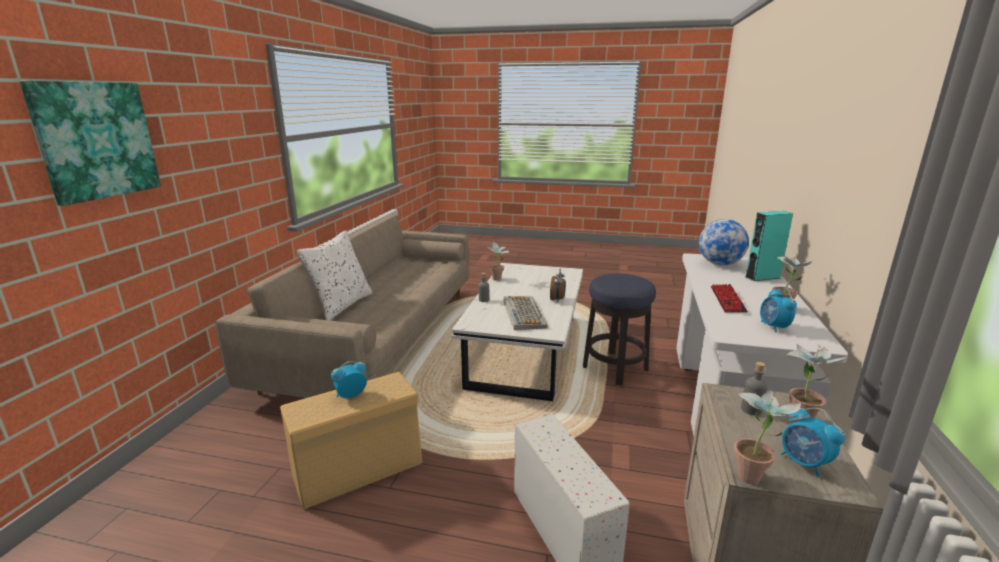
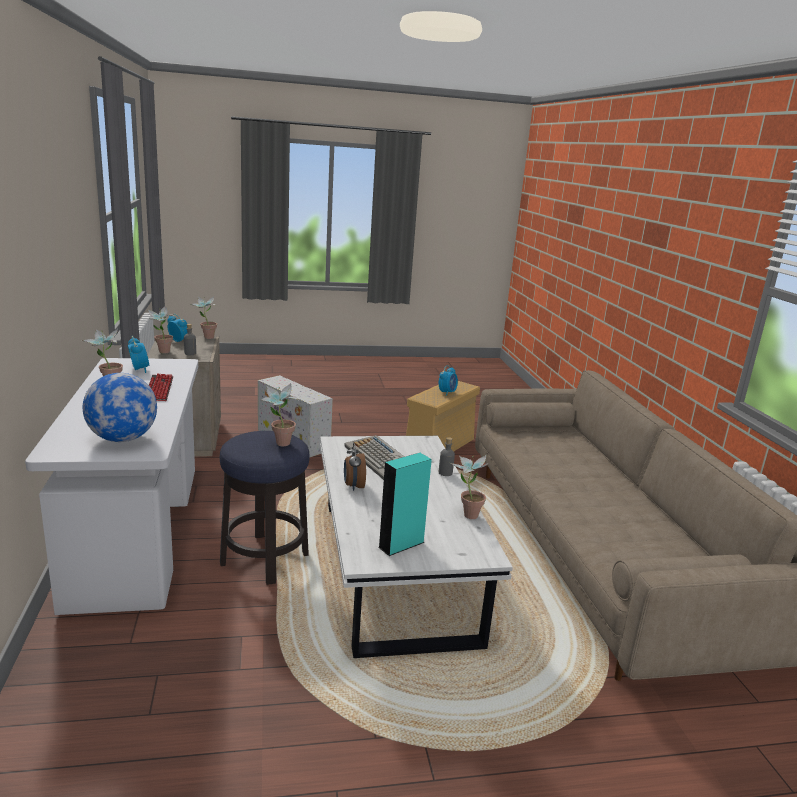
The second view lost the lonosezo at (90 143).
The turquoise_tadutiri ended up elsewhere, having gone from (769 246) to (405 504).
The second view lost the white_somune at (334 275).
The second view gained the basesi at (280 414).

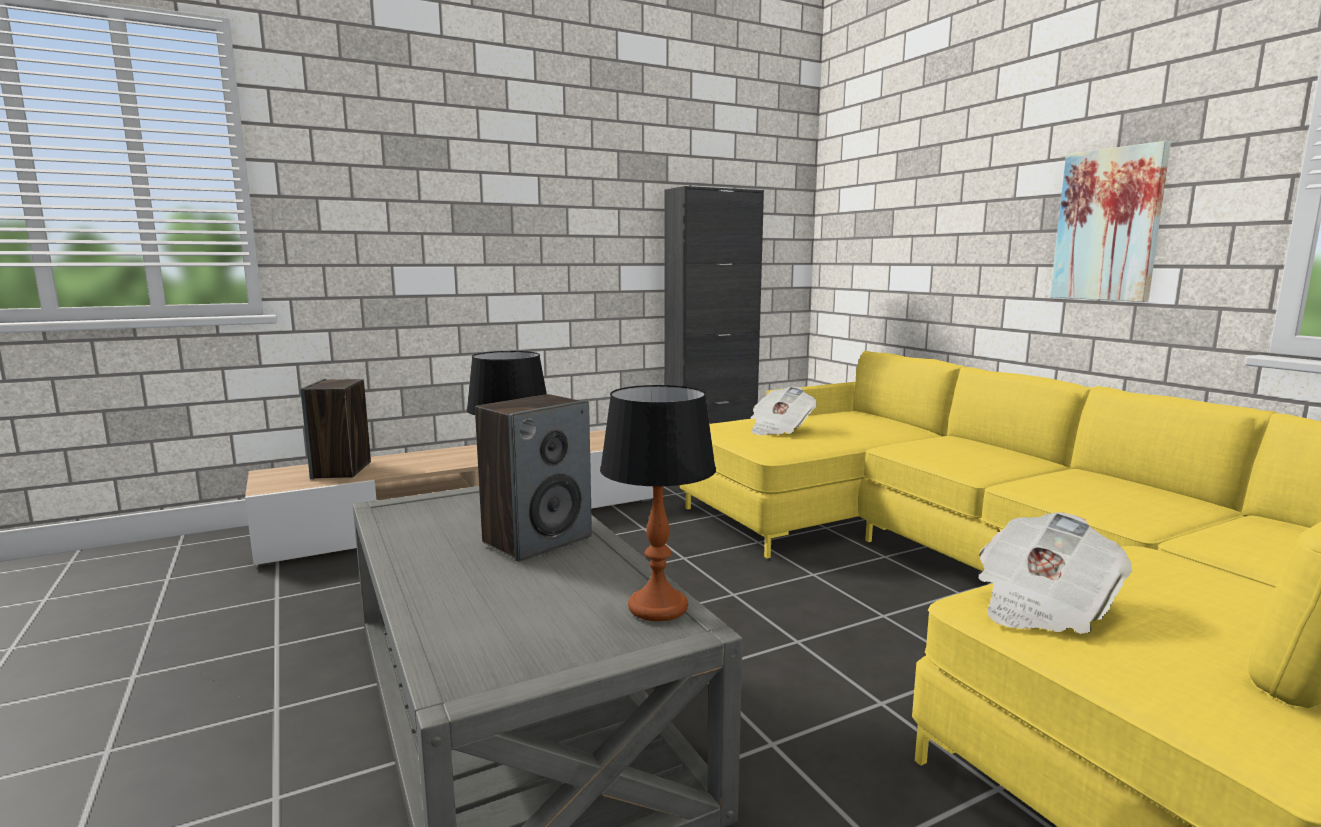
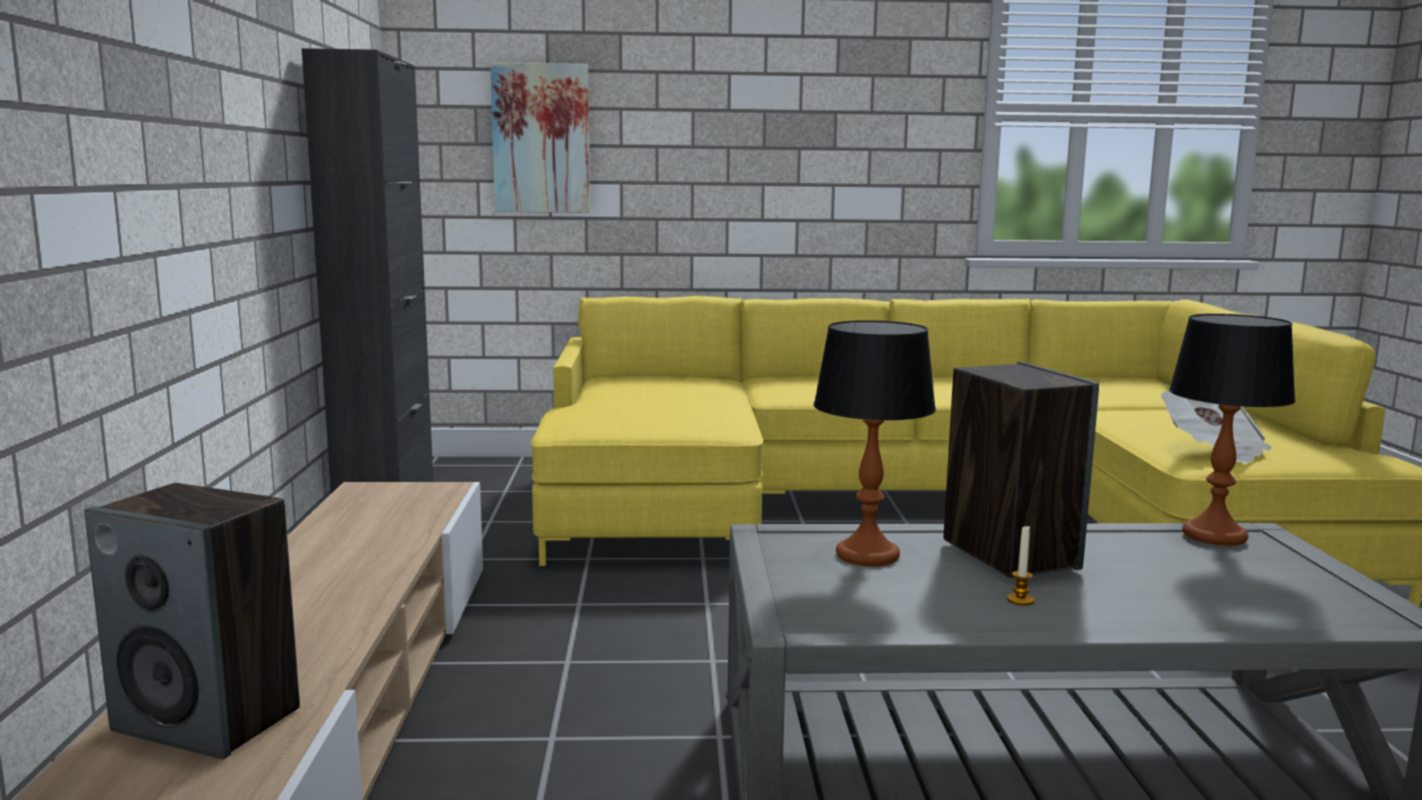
The lonosezo ended up elsewhere, having gone from (1110 221) to (540 137).
The second view lost the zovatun at (784 411).
The second view gained the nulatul at (1021 566).

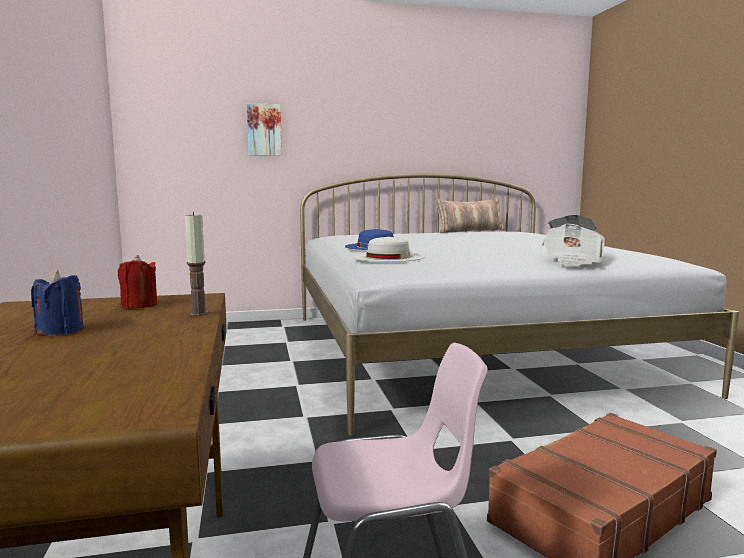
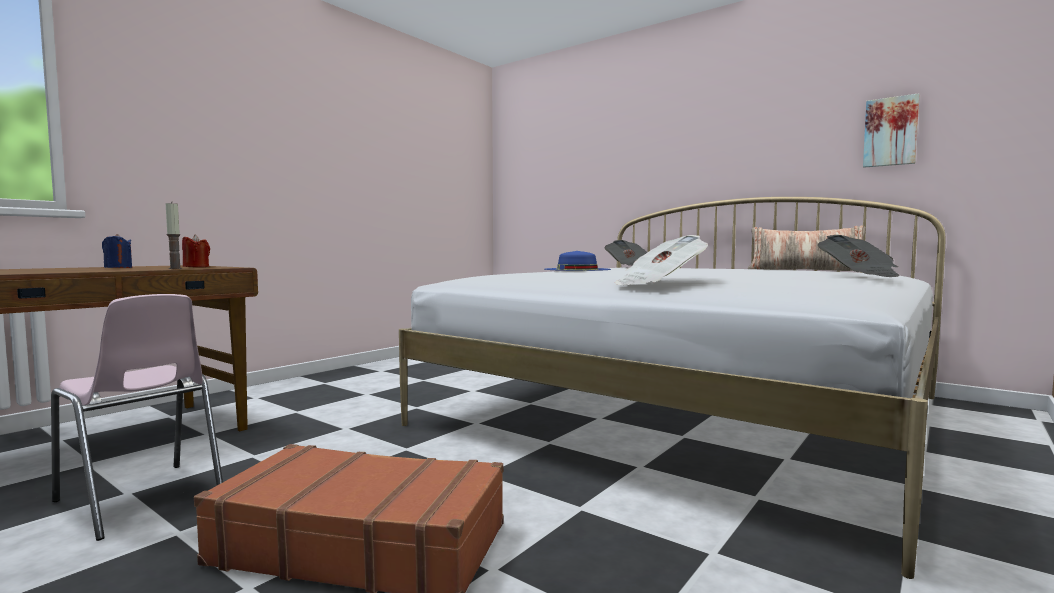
The lonosezo ended up elsewhere, having gone from (264 129) to (891 130).
The second view lost the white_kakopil at (388 249).
The second view gained the zovatun at (626 253).

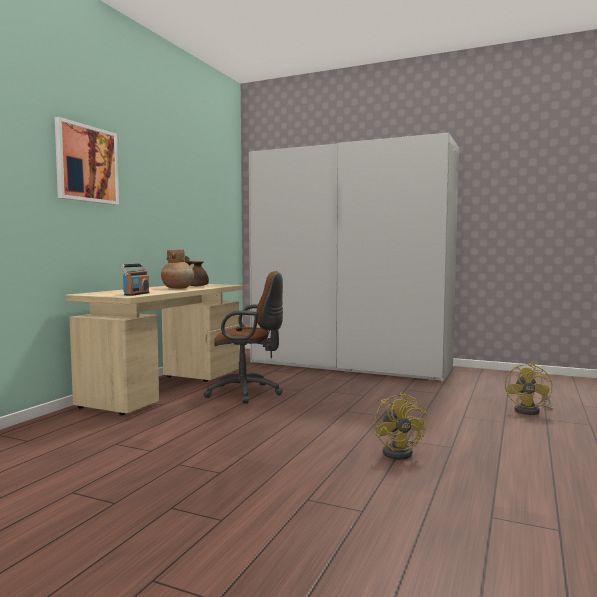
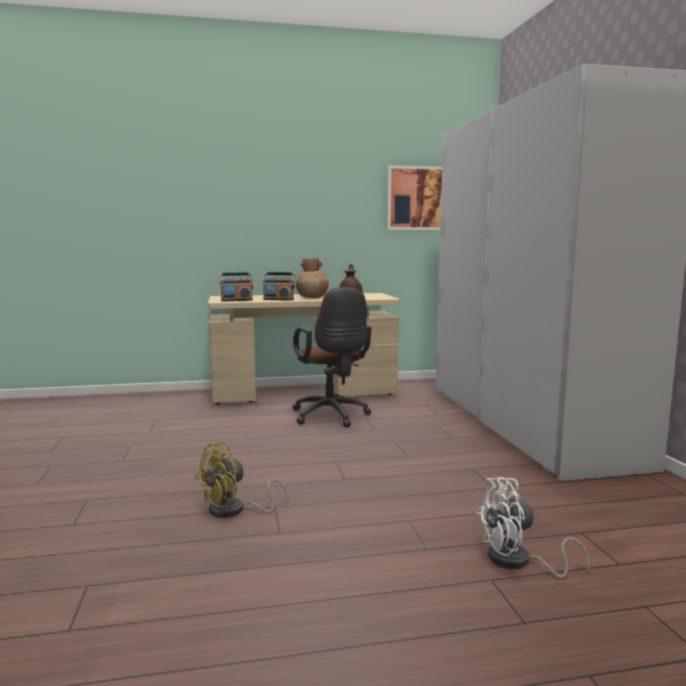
The lonosezo ended up elsewhere, having gone from (87 161) to (414 197).
What was the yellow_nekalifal at (529 389) turned into the white_nekalifal at (533 527).
The second view gained the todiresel at (278 286).

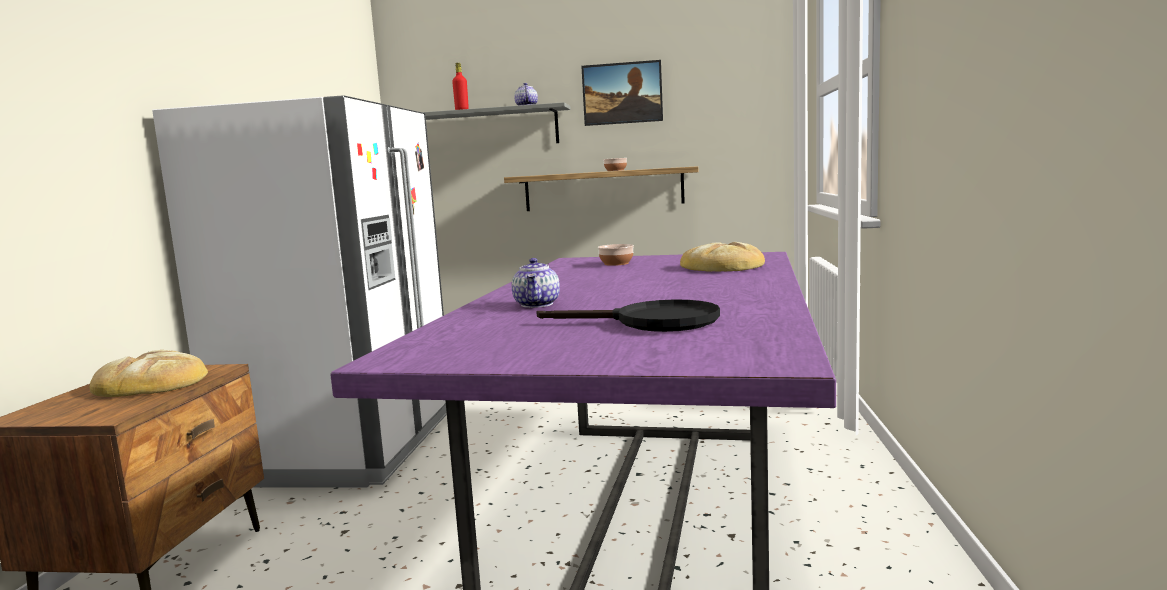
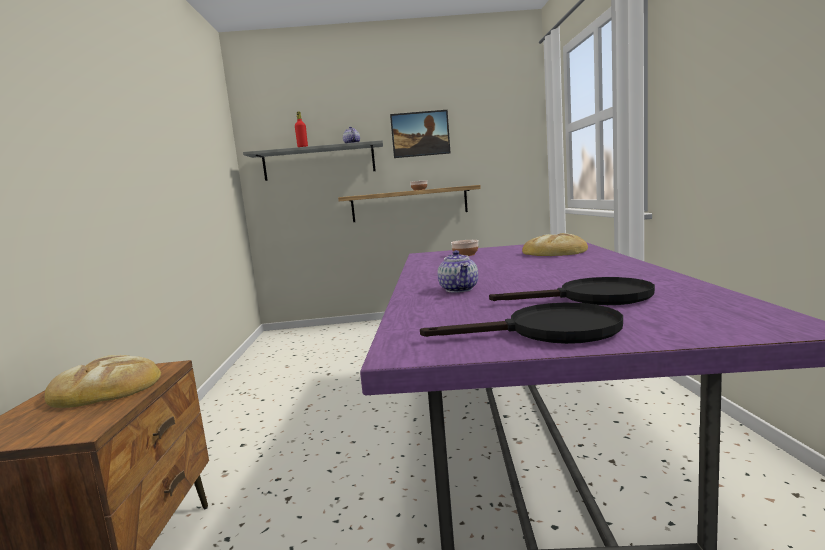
The second view lost the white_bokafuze at (299 291).
The second view gained the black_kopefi at (521 323).

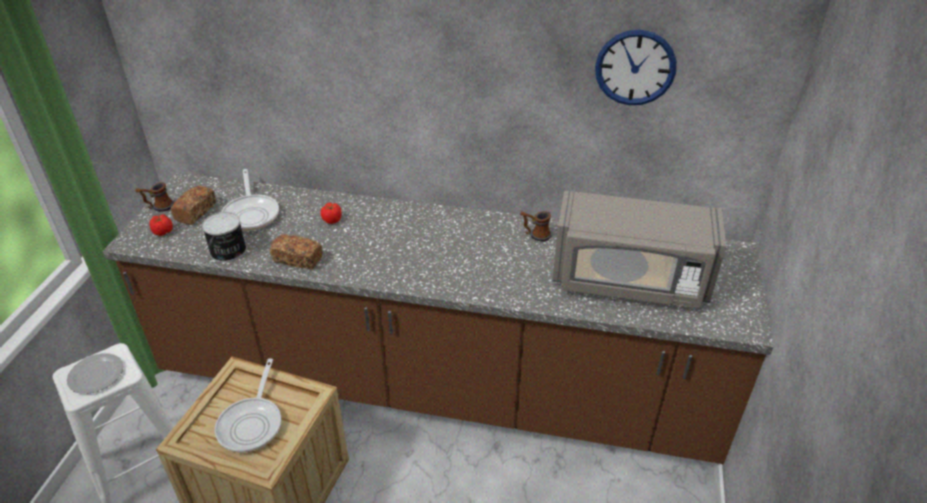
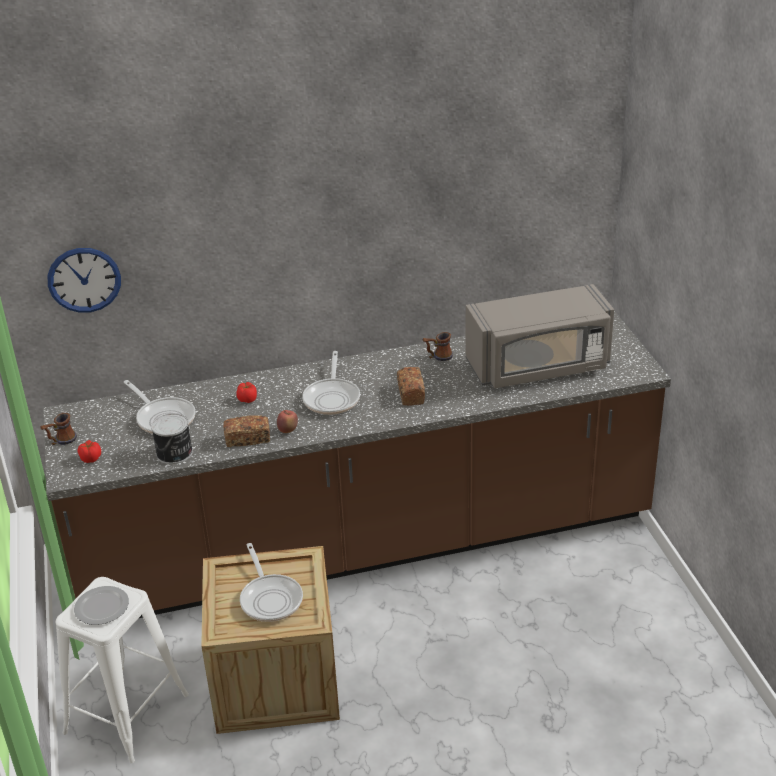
The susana ended up elsewhere, having gone from (635 67) to (84 280).
The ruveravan ended up elsewhere, having gone from (193 205) to (411 386).
The second view gained the kopefi at (331 383).
The second view gained the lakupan at (287 421).

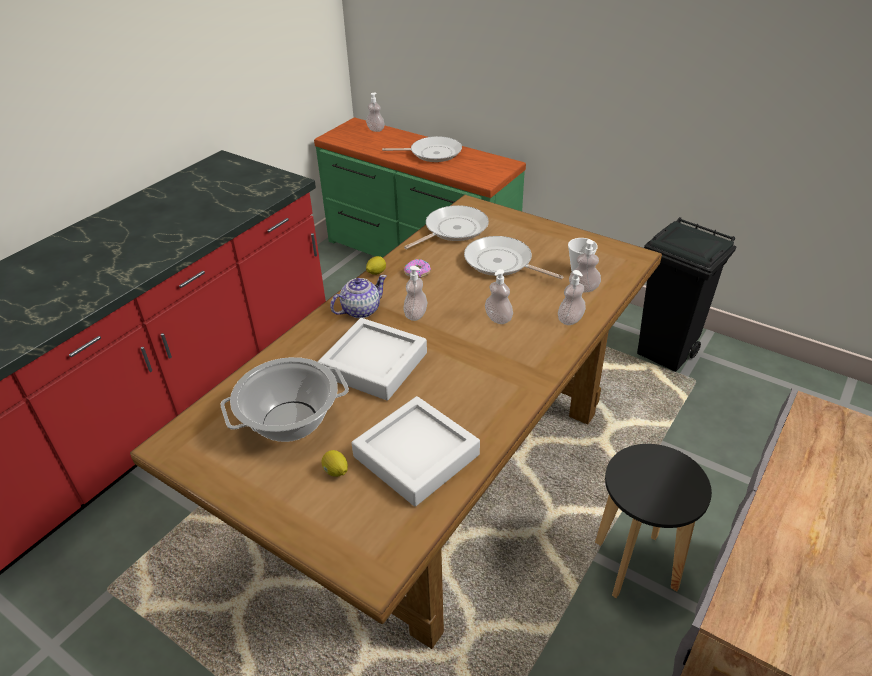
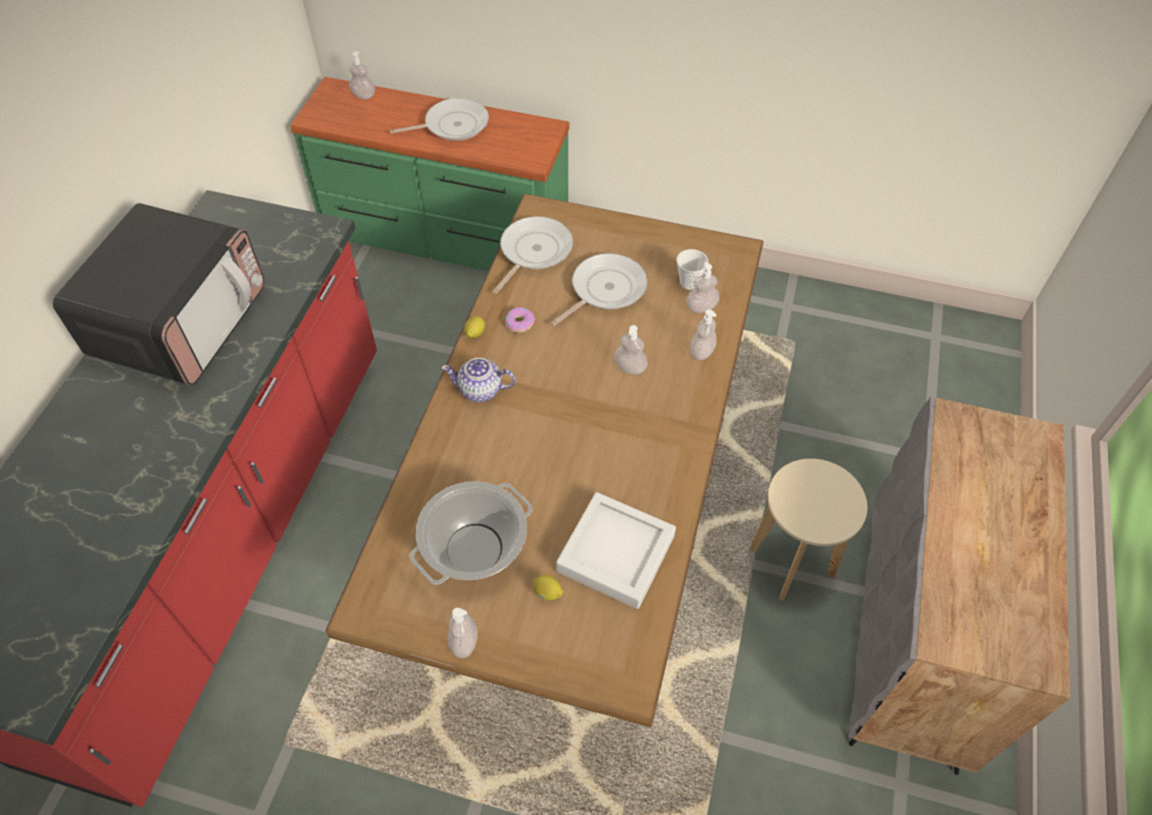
The second view lost the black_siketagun at (686 294).
The kopefi at (513 257) ended up facing another way, 120 degrees clockwise from before.
The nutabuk ended up elsewhere, having gone from (415 293) to (462 633).
The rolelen at (358 296) ended up facing another way, 120 degrees counterclockwise from before.
The second view lost the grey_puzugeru at (372 359).
What was the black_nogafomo at (653 521) turned into the beige_nogafomo at (808 530).
The second view gained the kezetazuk at (158 294).

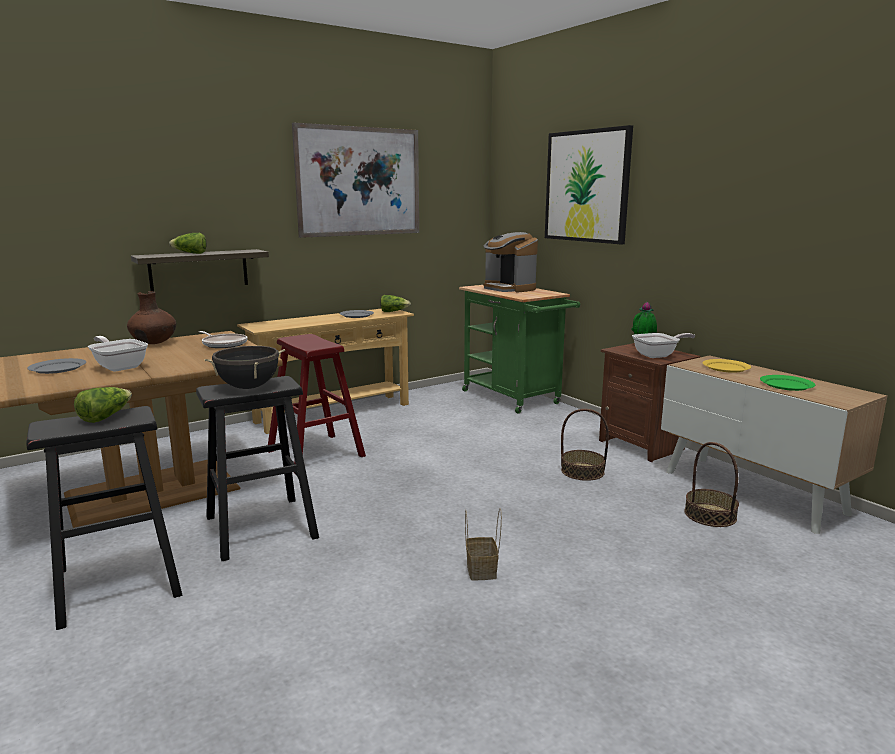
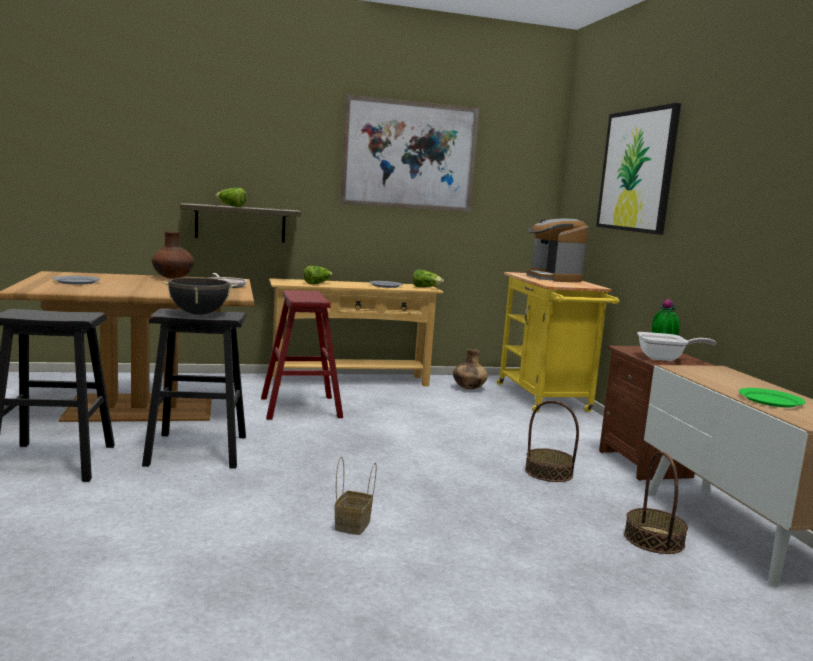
What was the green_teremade at (519 349) turned into the yellow_teremade at (558 342).
The second view lost the kopefi at (118 353).
The second view lost the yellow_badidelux at (726 366).
The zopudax ended up elsewhere, having gone from (103 405) to (318 275).
The second view gained the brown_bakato at (470 369).

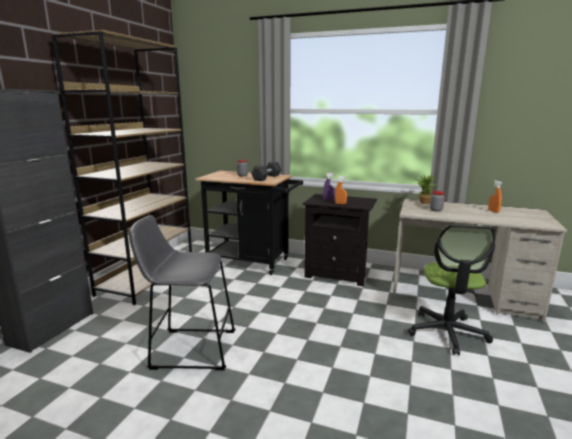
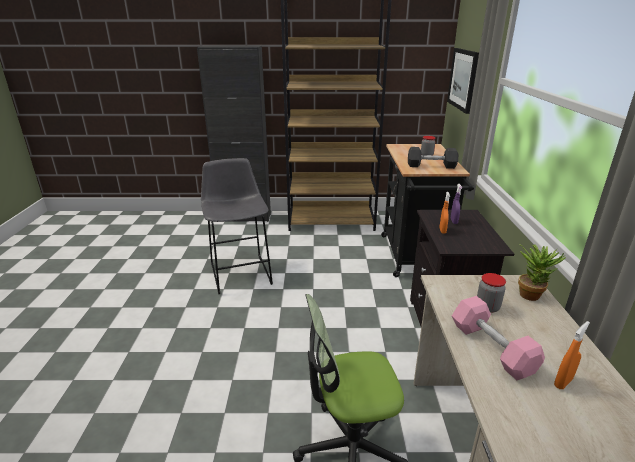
The second view gained the lonosezo at (463 81).
The second view gained the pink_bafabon at (498 338).

